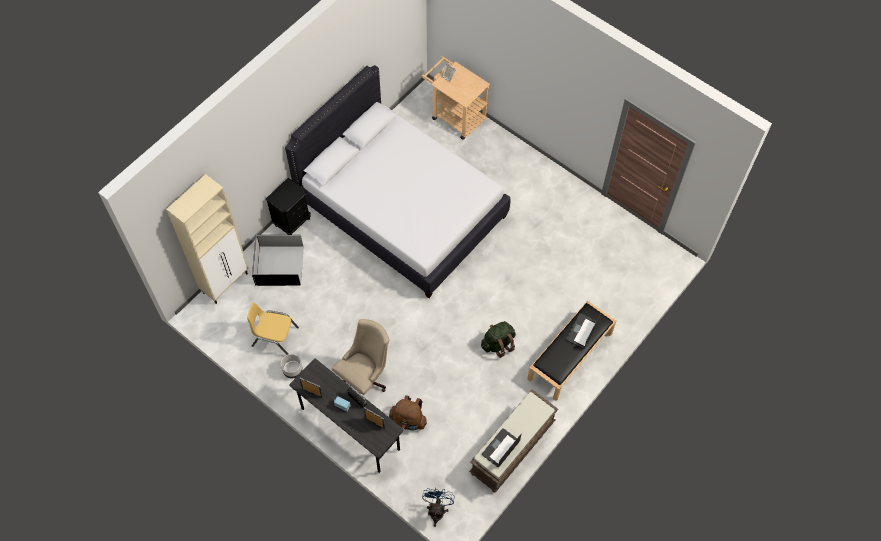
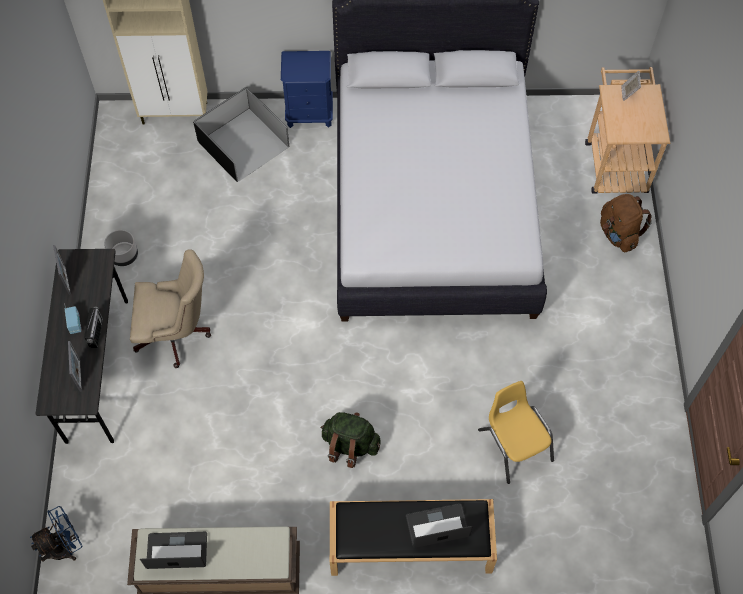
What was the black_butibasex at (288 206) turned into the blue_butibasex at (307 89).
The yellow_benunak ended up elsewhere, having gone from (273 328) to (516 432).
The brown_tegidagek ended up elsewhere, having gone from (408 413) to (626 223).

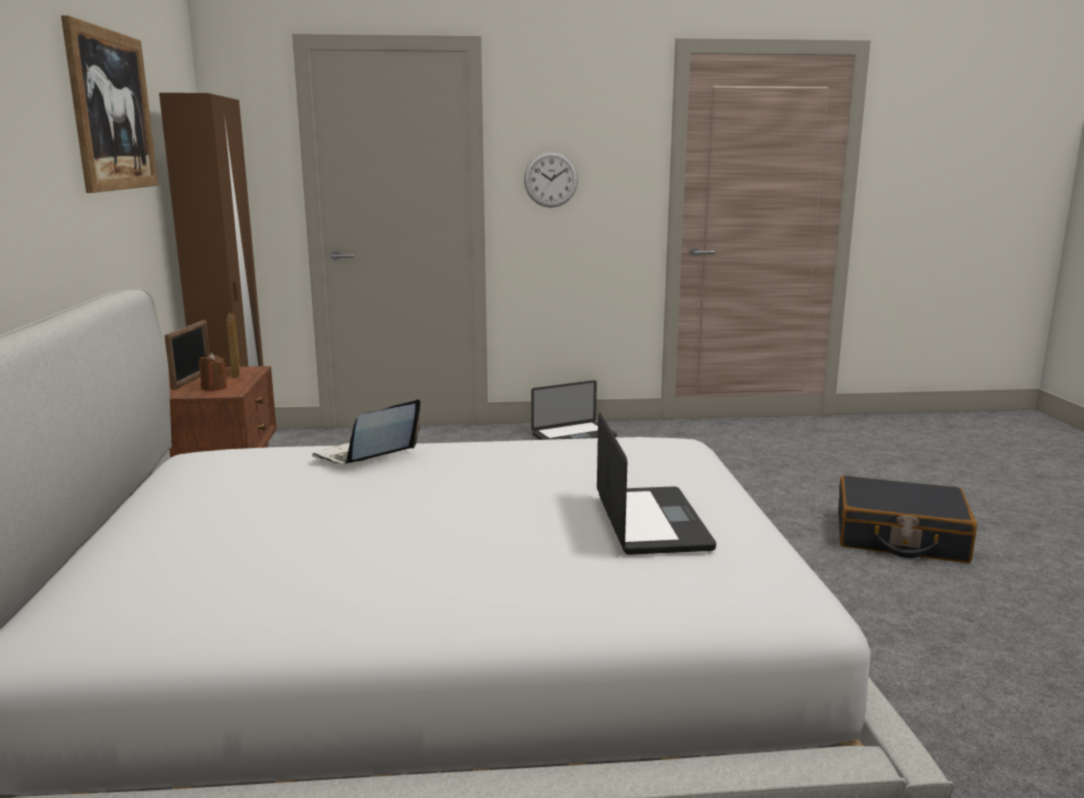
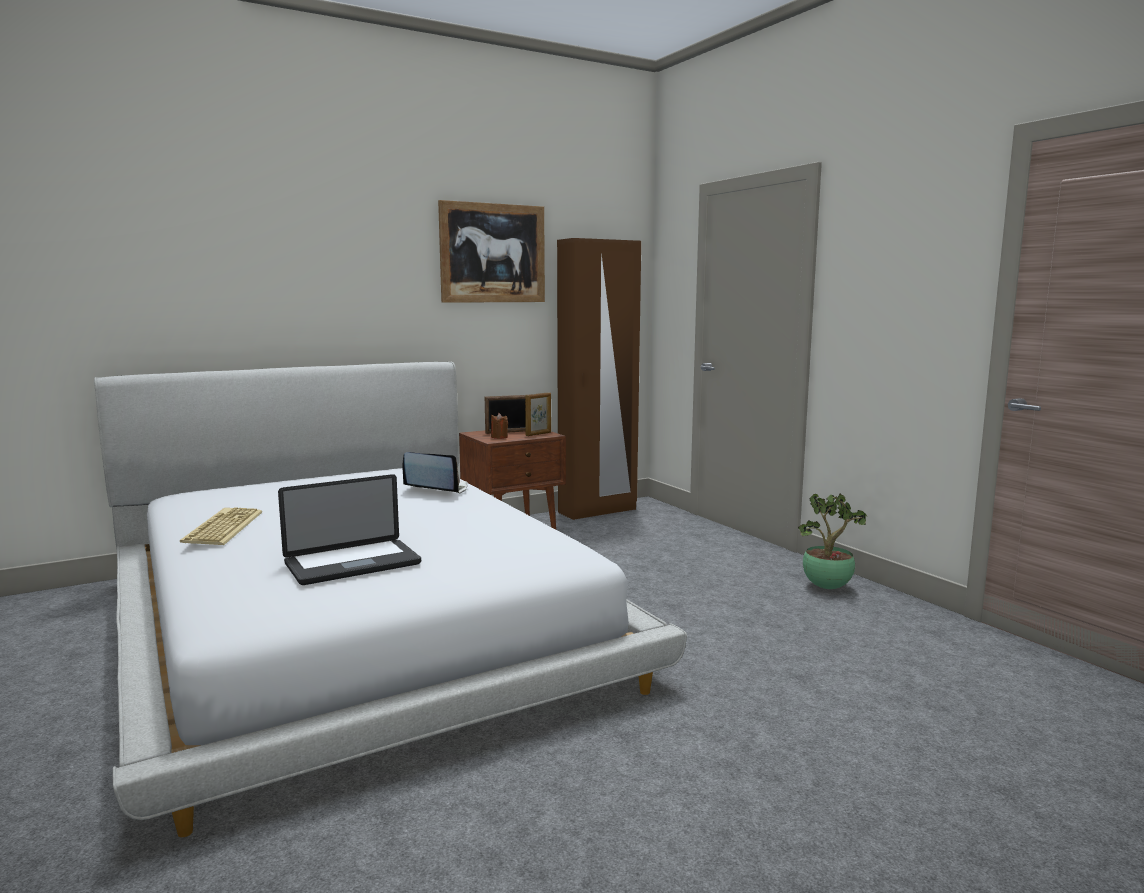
The second view lost the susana at (551 179).
Where the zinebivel stood at (574 410), the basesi came to stand at (832 541).
The second view lost the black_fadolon at (907 519).
The second view gained the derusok at (221 526).

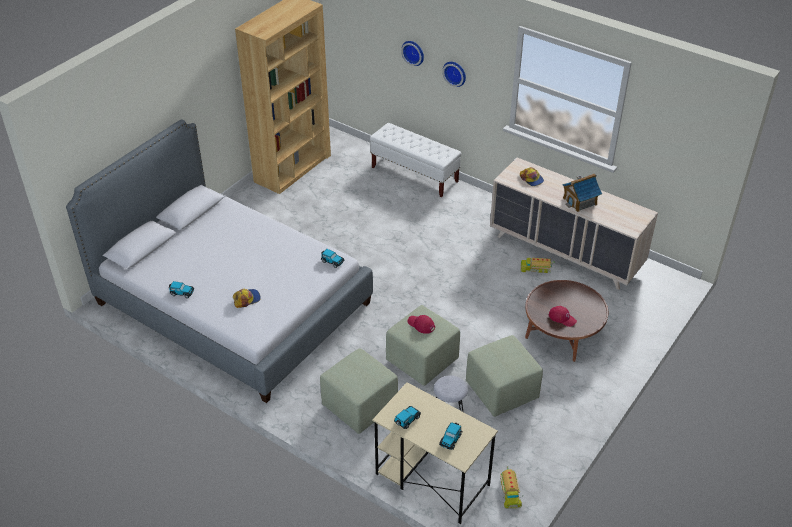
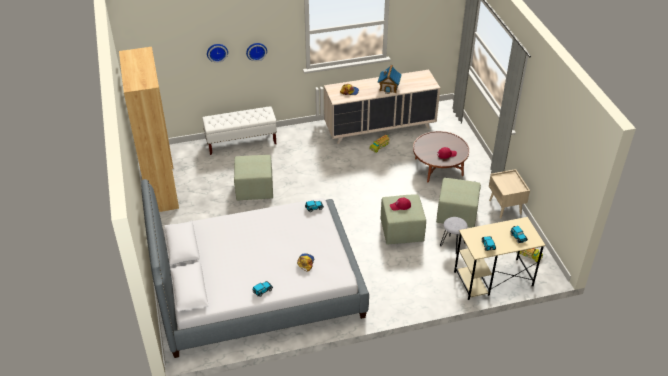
The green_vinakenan ended up elsewhere, having gone from (359 391) to (253 178).
The second view gained the beige_butibasex at (509 194).

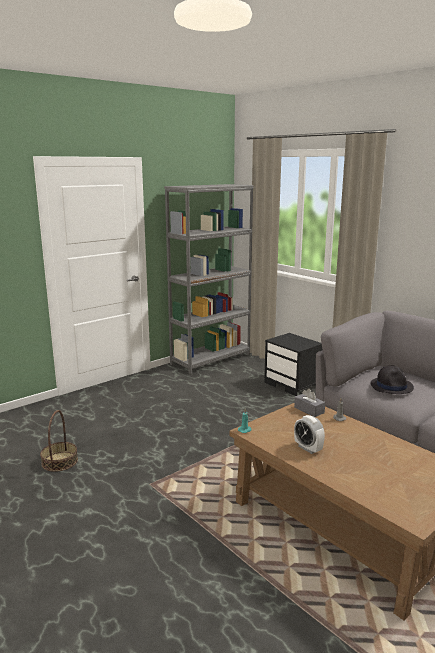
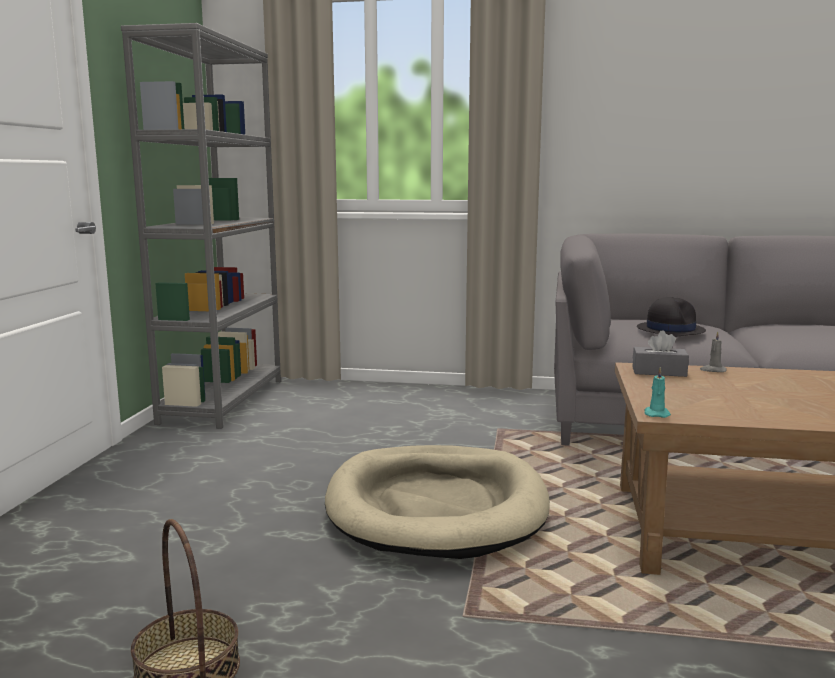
The second view lost the black_butibasex at (293 364).
The second view lost the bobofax at (309 434).
The second view gained the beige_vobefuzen at (437 502).

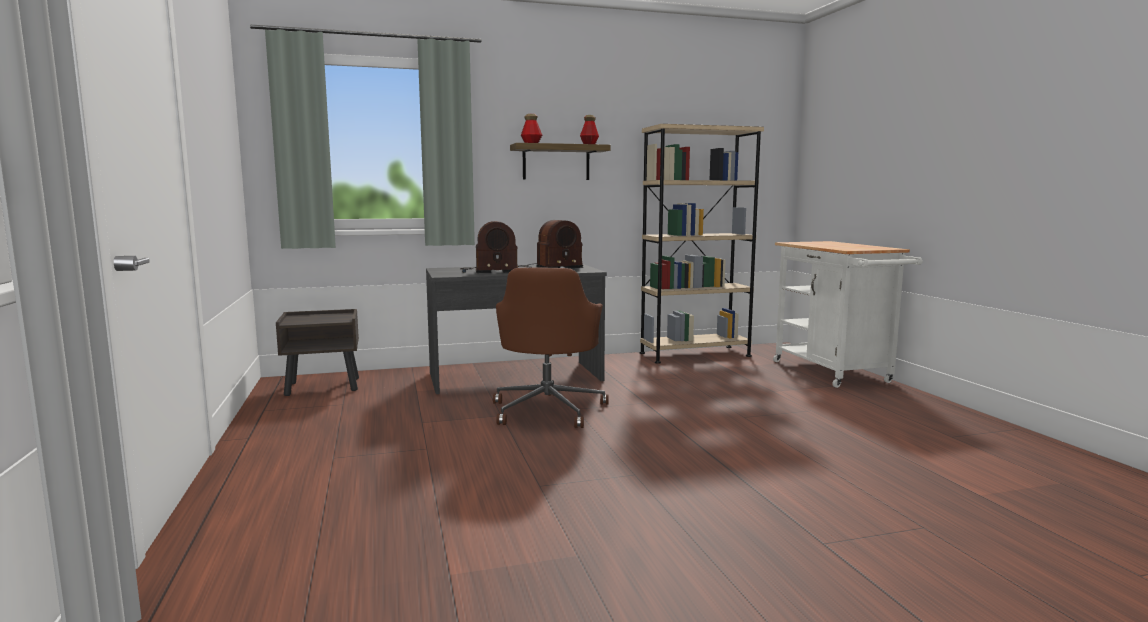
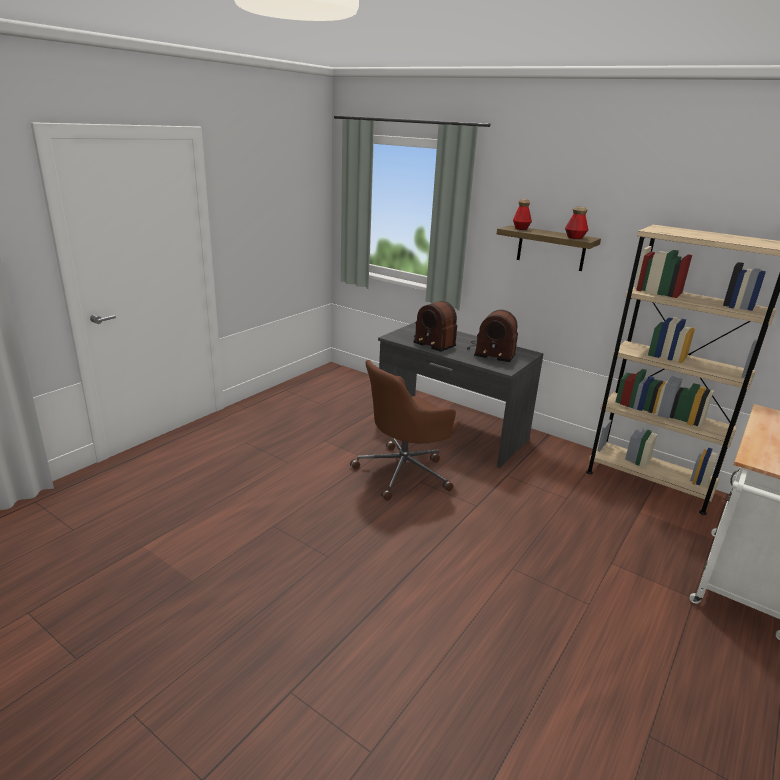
The second view lost the brown_butibasex at (317 352).

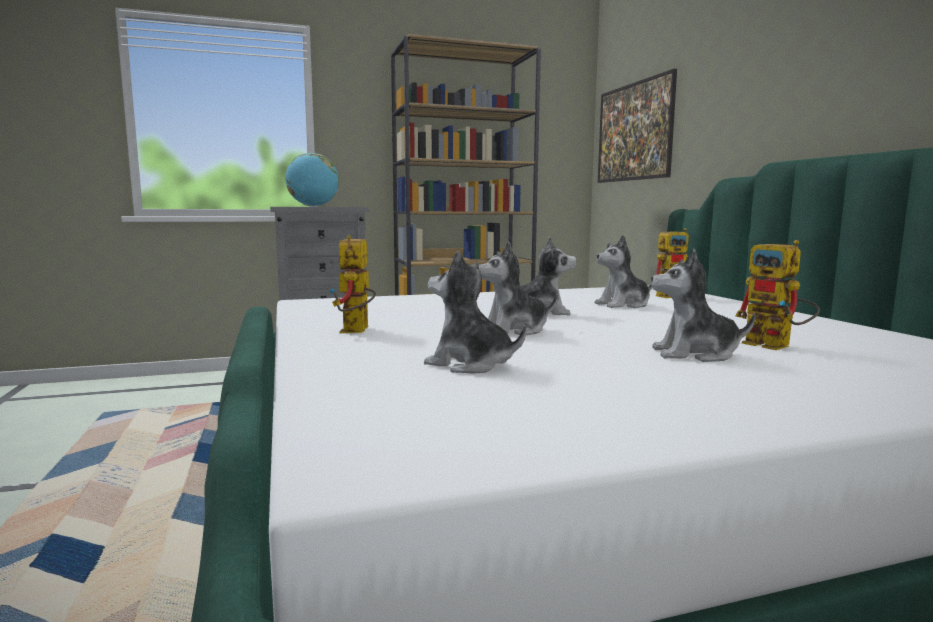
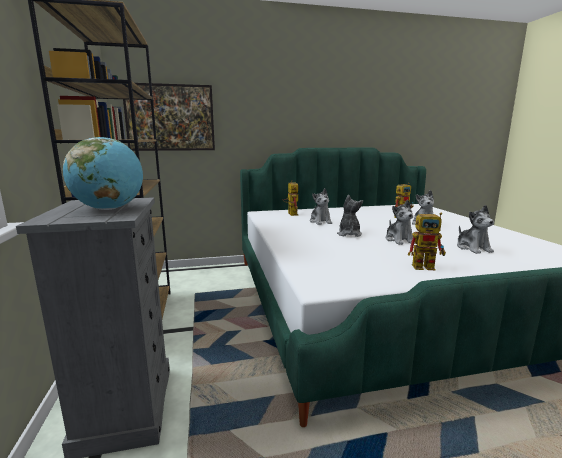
The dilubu at (475 312) ended up facing another way, 45 degrees counterclockwise from before.

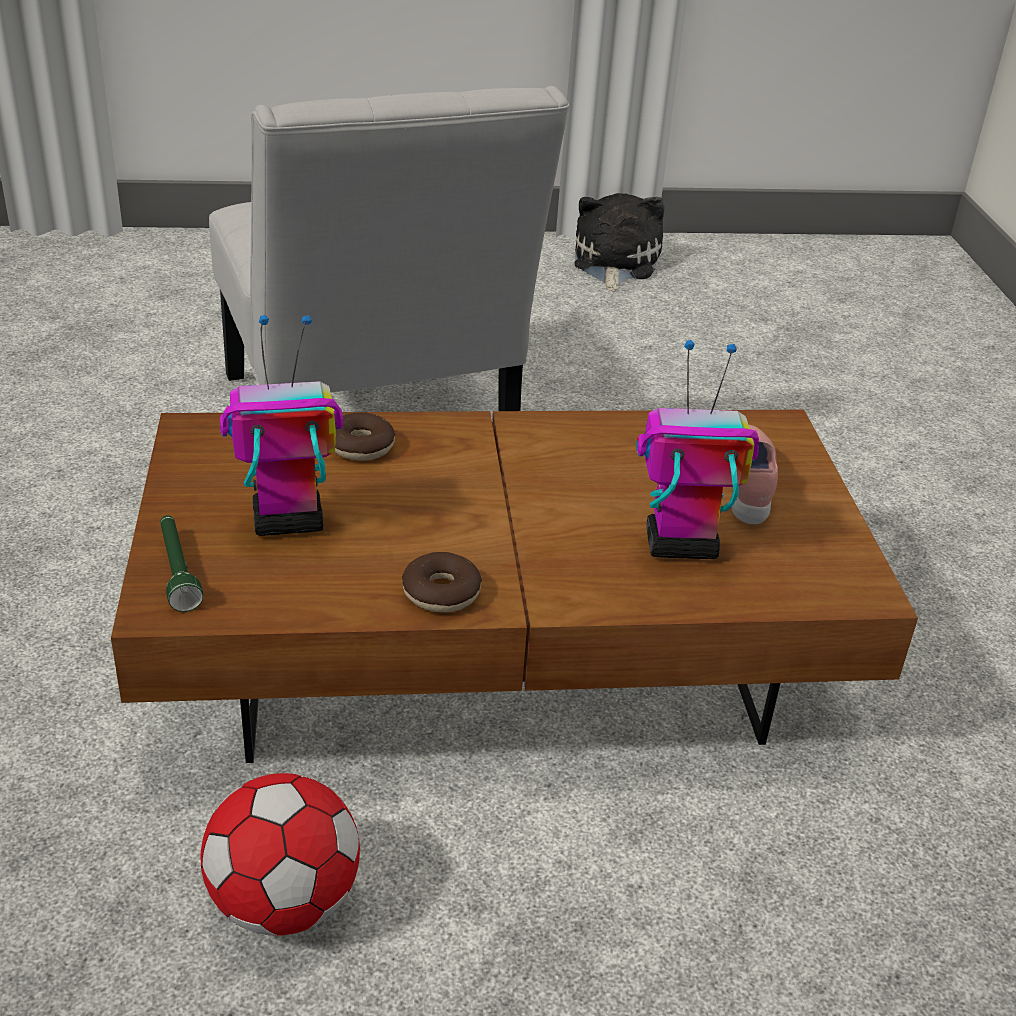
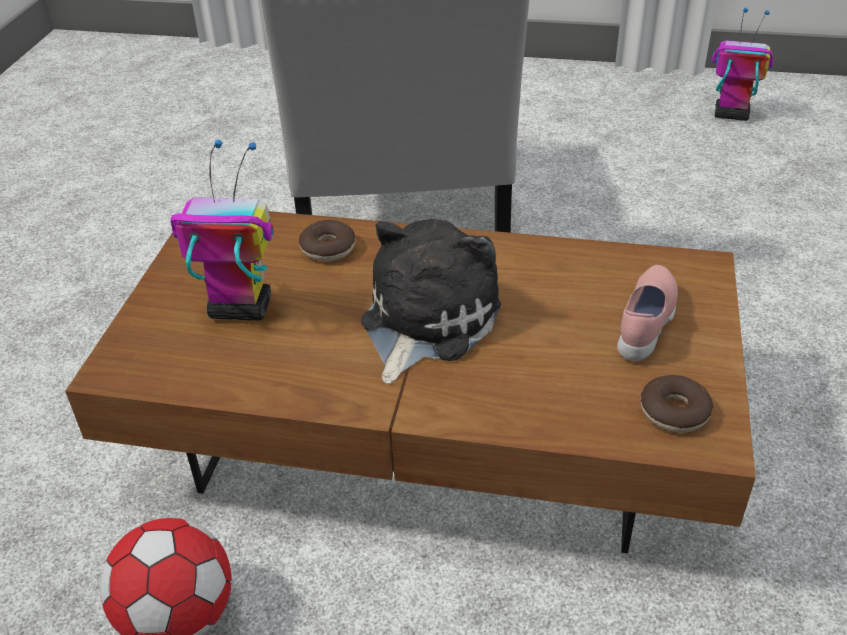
The dilubu ended up elsewhere, having gone from (619 242) to (431 301).
The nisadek ended up elsewhere, having gone from (697 449) to (743 64).
The second view lost the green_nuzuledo at (181 563).
The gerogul ended up elsewhere, having gone from (442 582) to (677 403).

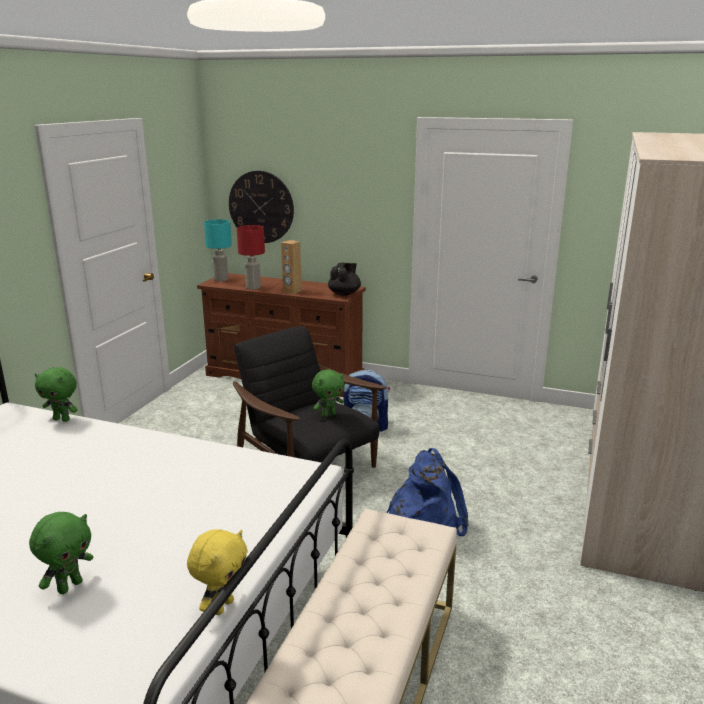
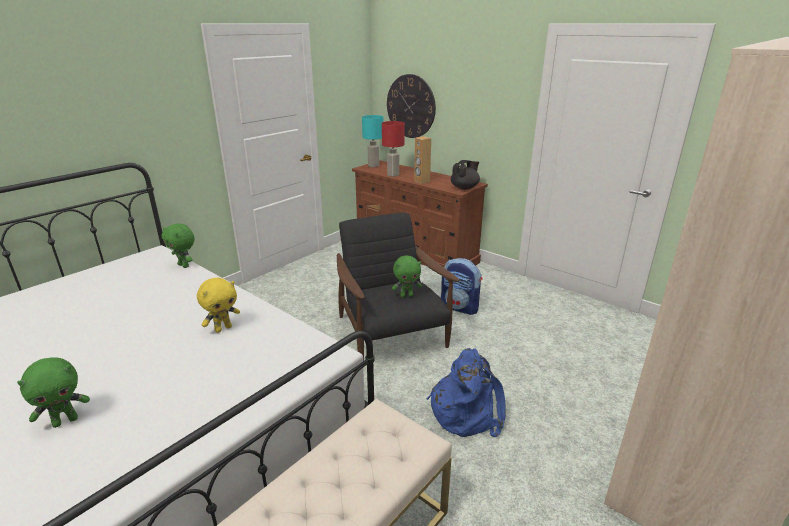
The yellow_dilubu ended up elsewhere, having gone from (217 572) to (218 305).

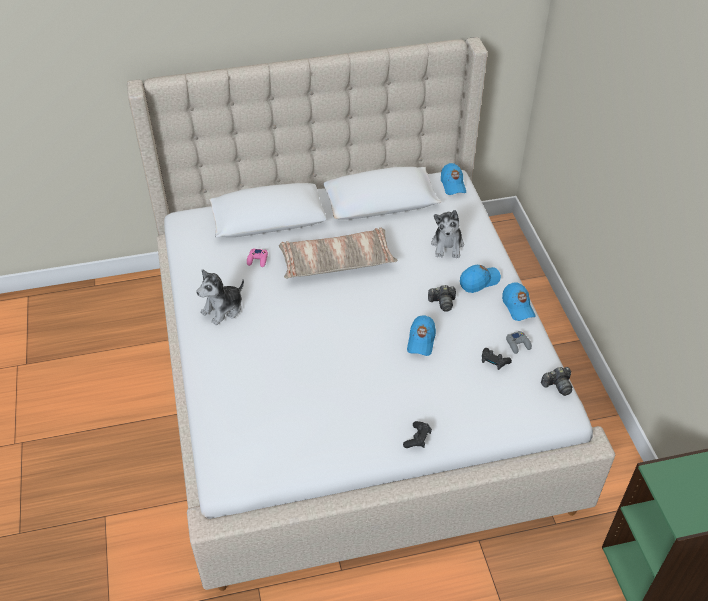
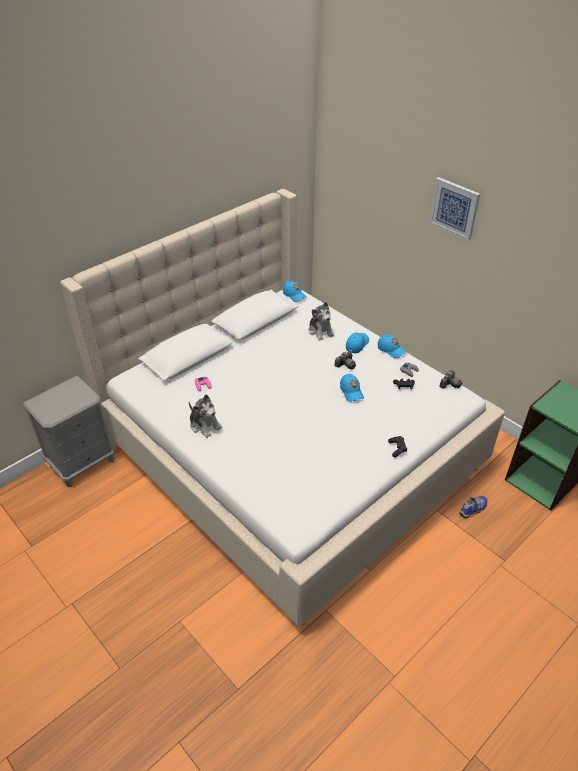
The second view lost the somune at (338 253).
The dilubu at (220 297) ended up facing another way, 60 degrees counterclockwise from before.
The second view gained the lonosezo at (454 209).
The second view gained the grey_butibasex at (69 431).
The second view gained the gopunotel at (473 507).

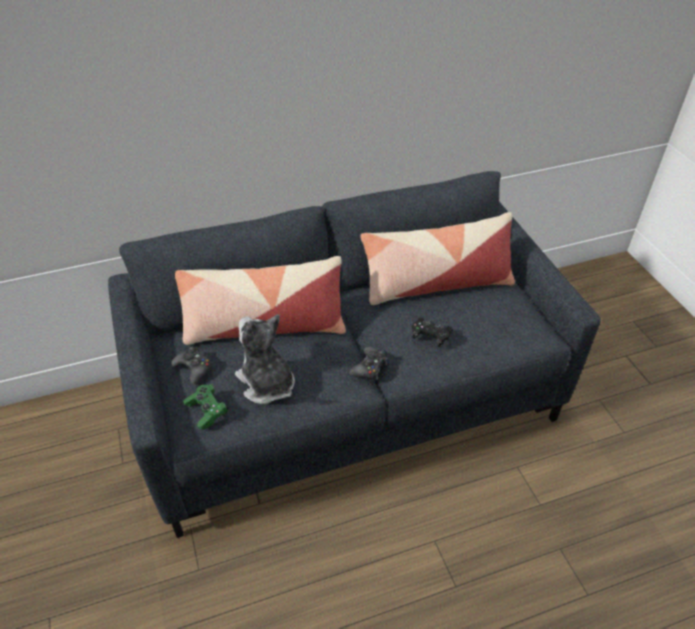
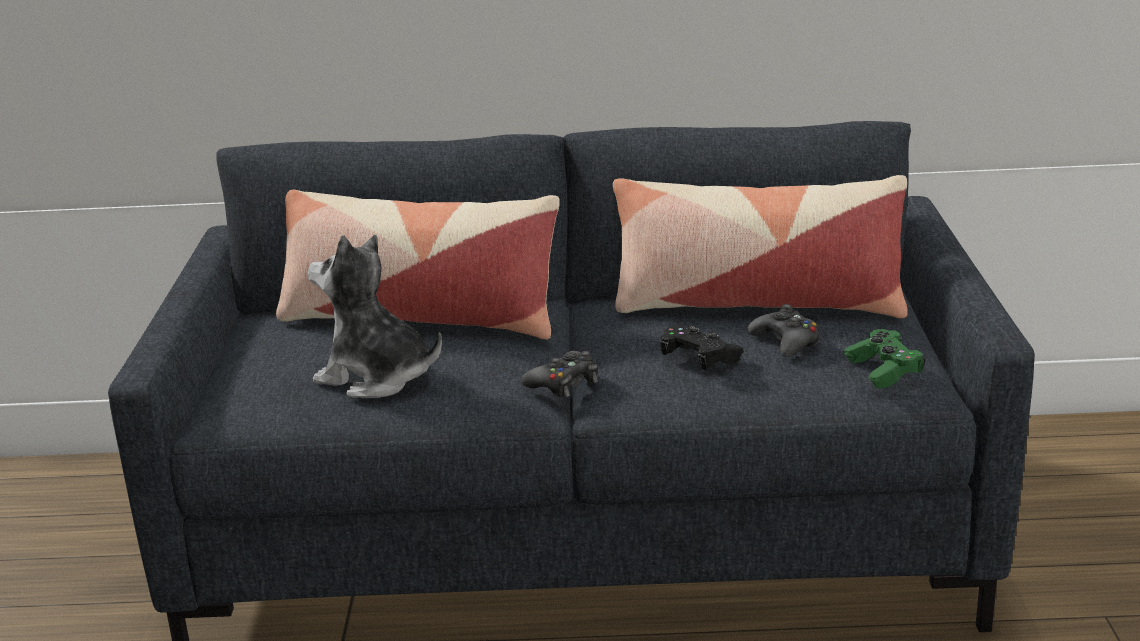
The dilubu at (265 359) ended up facing another way, 45 degrees counterclockwise from before.
The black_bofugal ended up elsewhere, having gone from (191 365) to (784 330).
The green_bofugal ended up elsewhere, having gone from (205 407) to (884 359).

